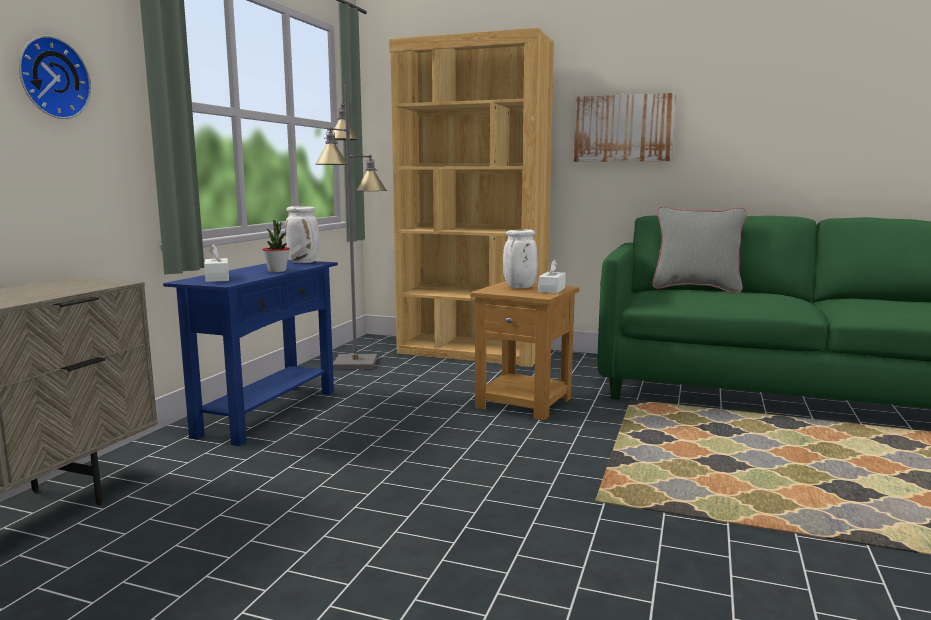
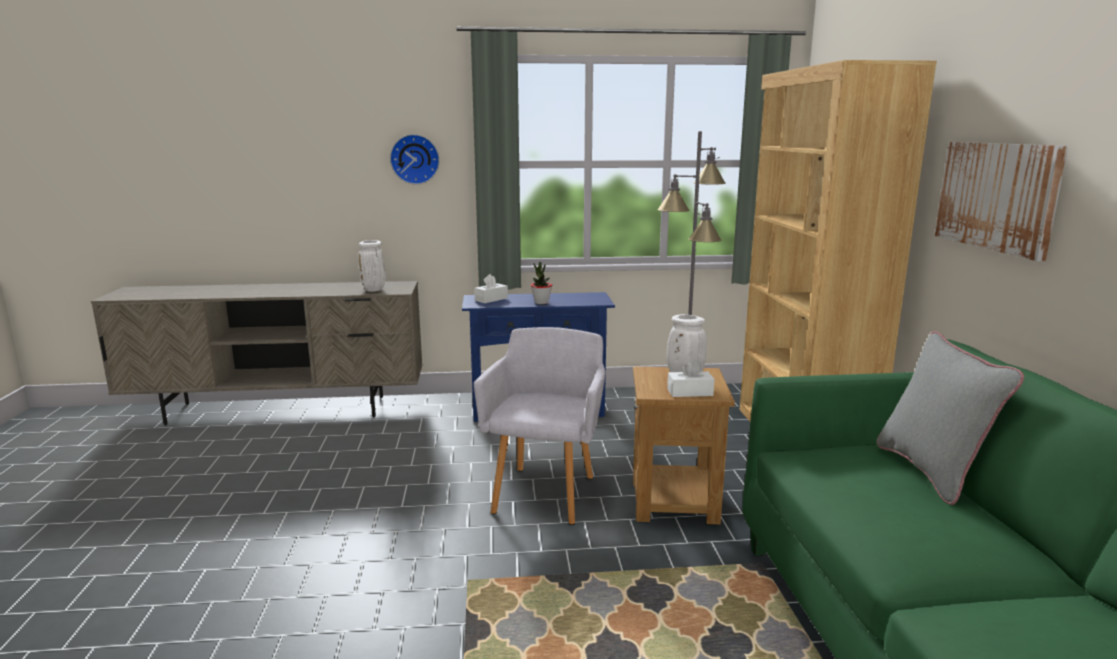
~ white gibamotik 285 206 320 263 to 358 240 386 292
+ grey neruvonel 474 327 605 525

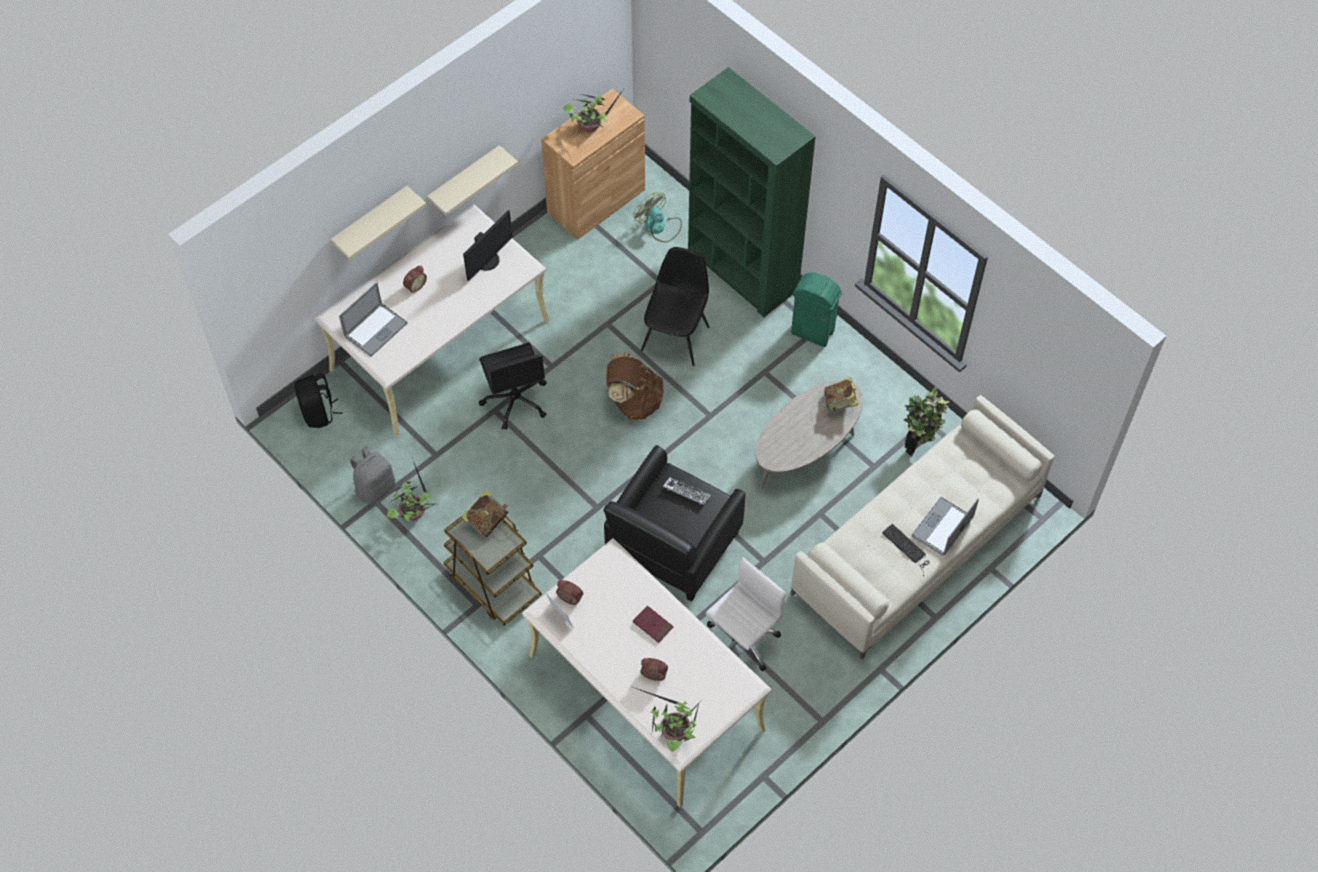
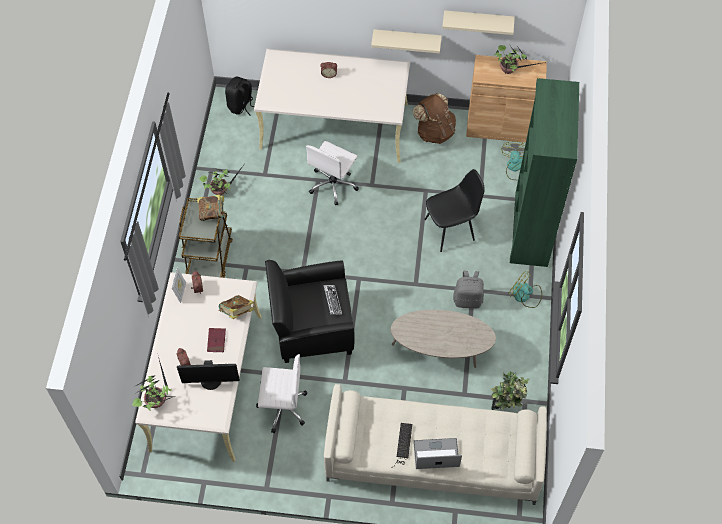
~ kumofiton 463 210 513 281 to 177 360 240 390
~ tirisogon 824 377 858 413 to 219 295 254 319
~ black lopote 479 343 547 430 to white lopote 306 141 359 205
~ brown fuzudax 606 352 663 420 to 413 93 456 144
~ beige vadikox 330 186 426 260 to 442 10 515 35
~ grey fuzudax 350 446 395 504 to 453 271 484 309
~ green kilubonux 791 272 842 347 to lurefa 508 271 542 308
- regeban 339 282 408 357

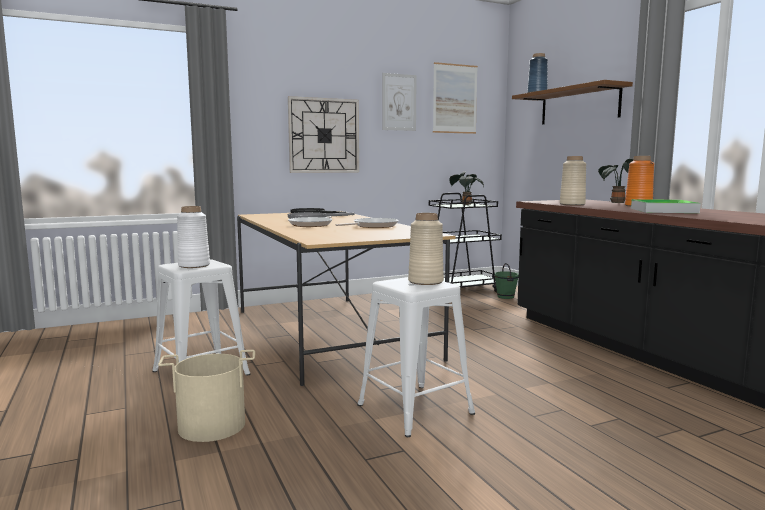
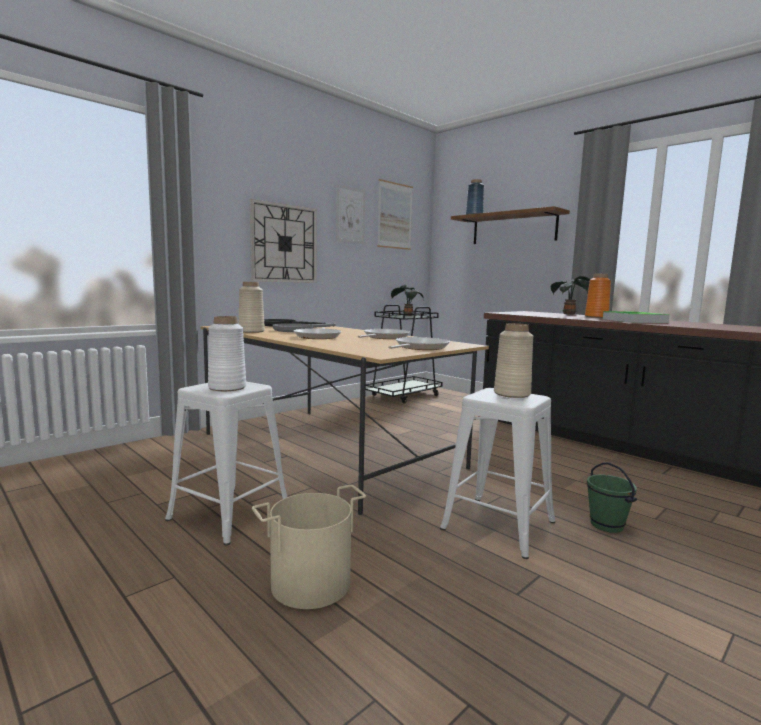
~ beige gibamotik 560 156 586 205 to 238 282 265 333
+ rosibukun 388 337 450 350
~ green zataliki 494 263 519 299 to 587 462 637 533

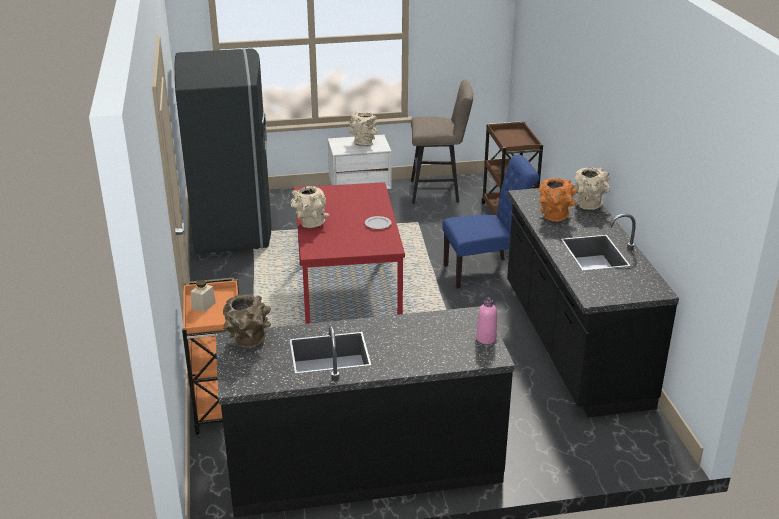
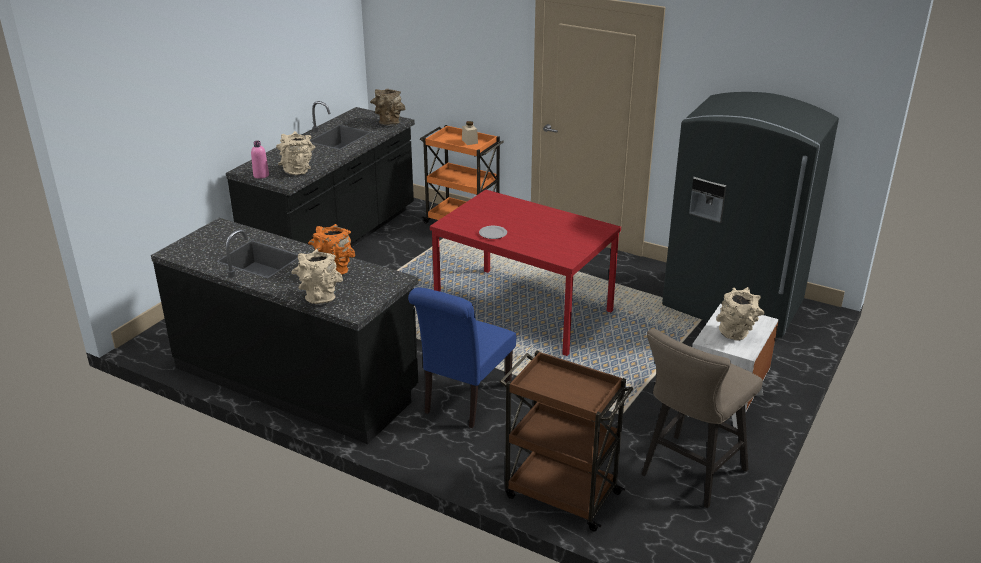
~ beige gibamotik 291 186 330 228 to 276 131 315 175

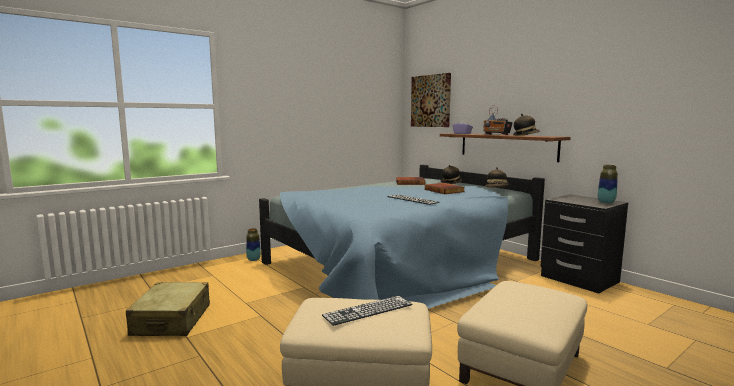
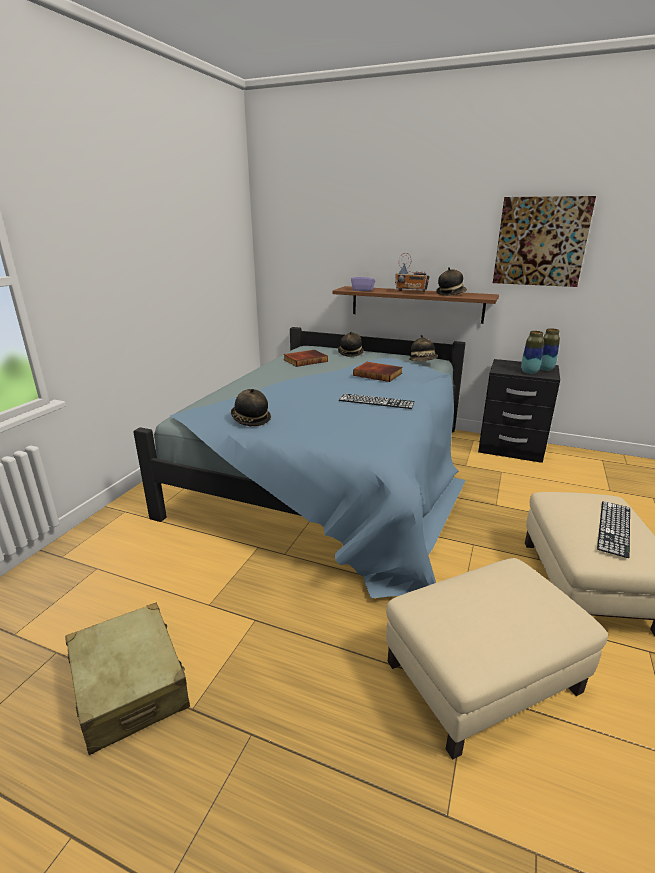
+ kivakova 231 389 271 426
~ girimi 411 73 451 127 to 493 196 596 287
~ gibamotik 246 228 261 261 to 521 331 544 374
~ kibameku 322 296 413 326 to 597 501 630 558

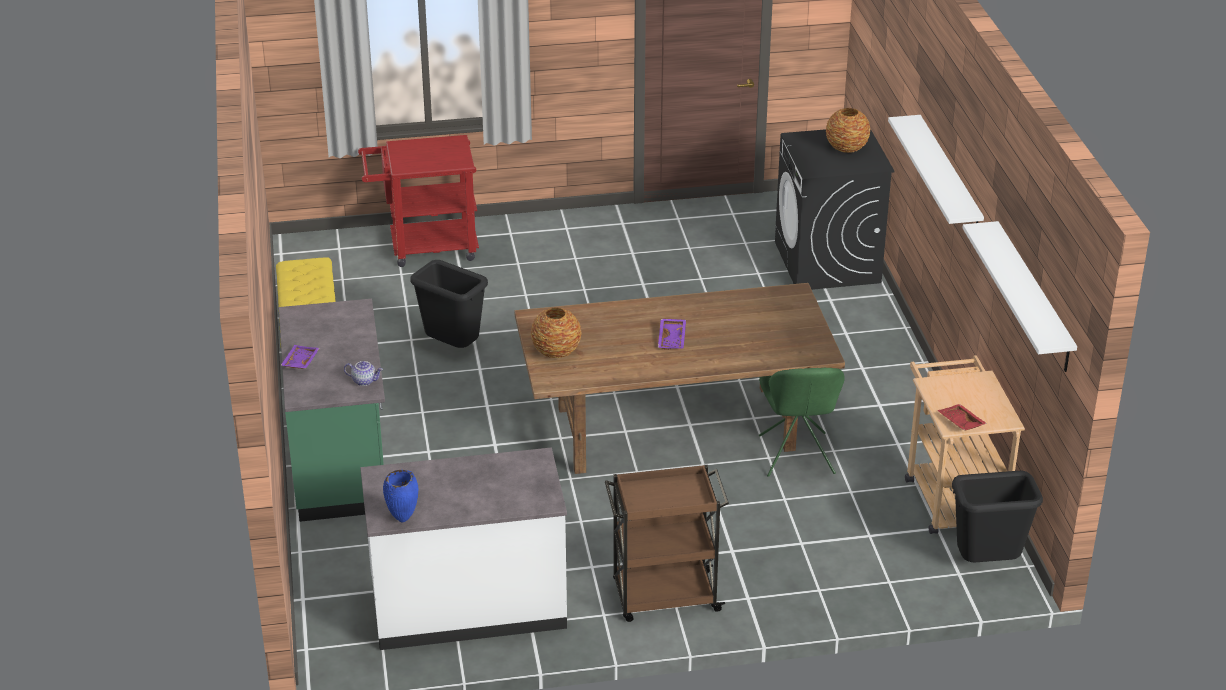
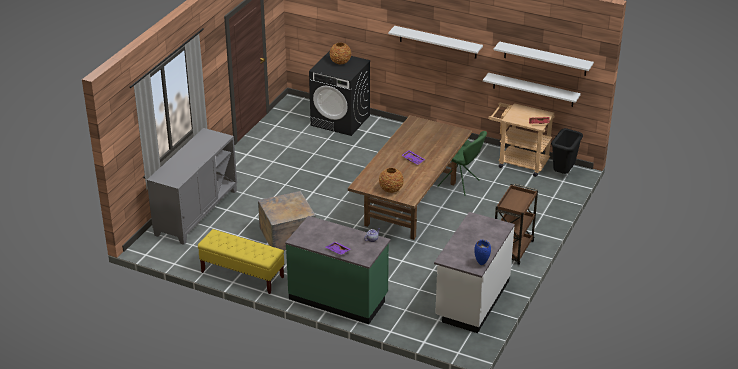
~ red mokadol 358 135 479 267 to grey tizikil 147 128 237 245
~ black kilubonux 410 260 488 348 to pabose 258 191 316 251
+ white vadikox 483 73 581 107

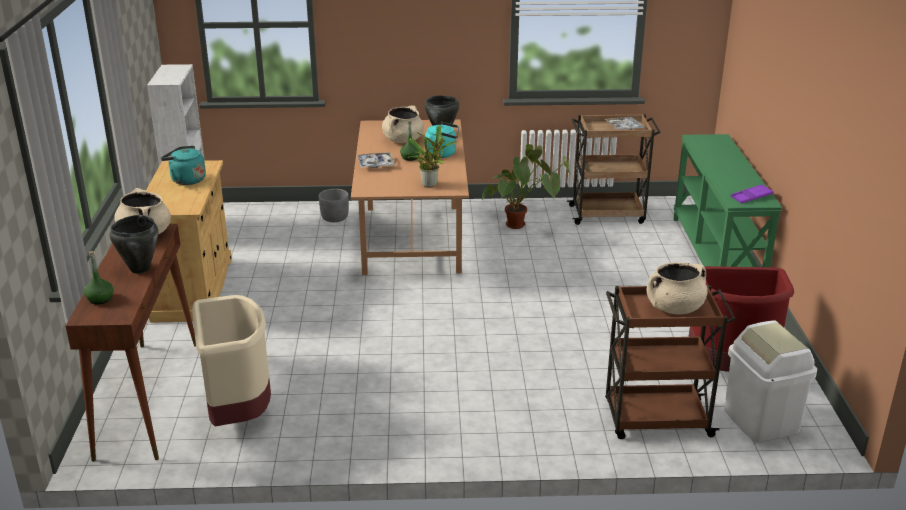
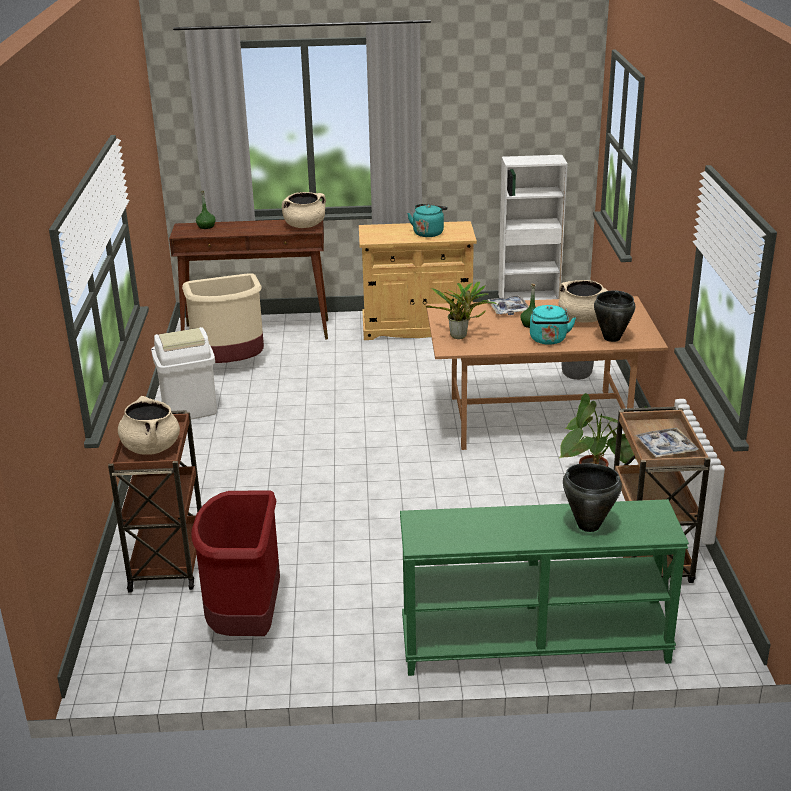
~ white kilubonux 724 320 817 443 to 151 327 217 419
~ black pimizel 110 215 158 274 to 563 463 622 532
- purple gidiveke 731 184 774 204

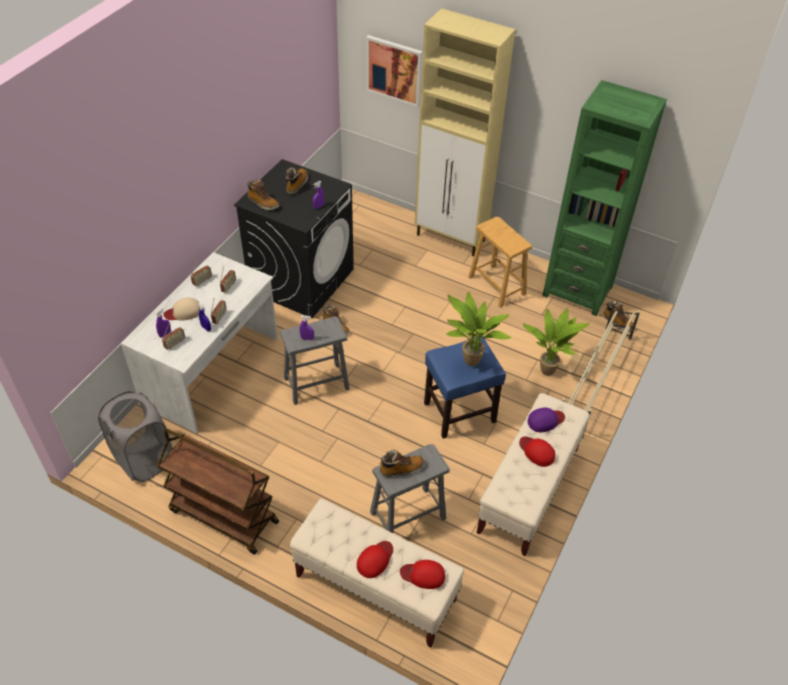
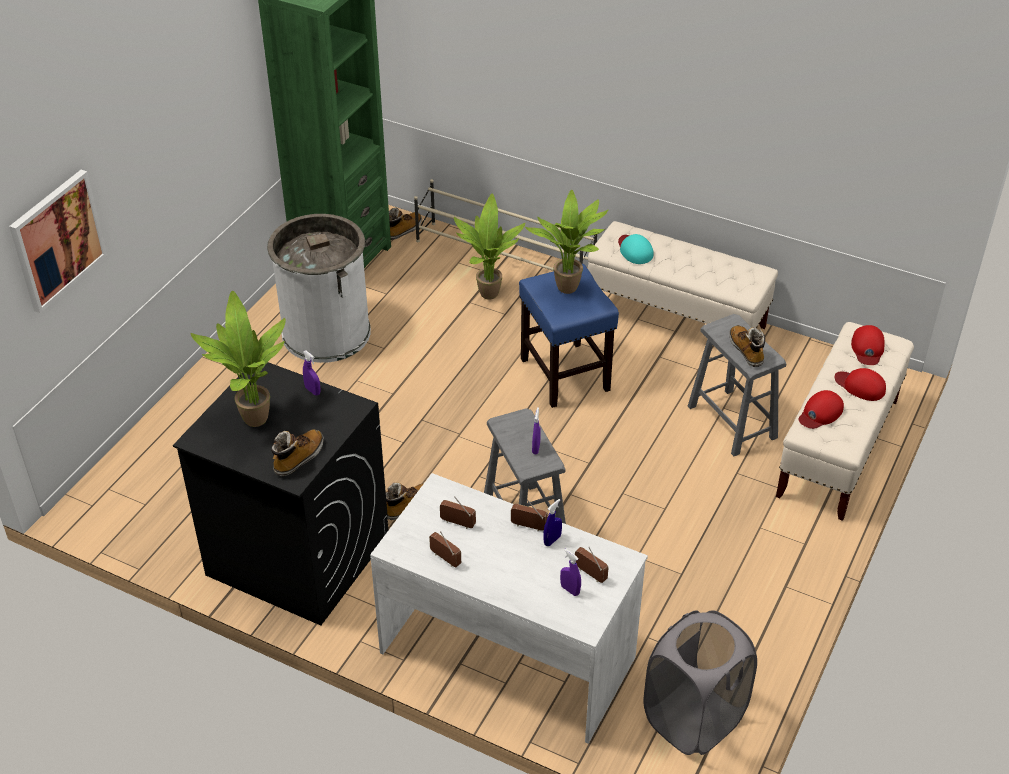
~ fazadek 286 168 308 194 to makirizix 190 291 286 427
~ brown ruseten 468 217 532 307 to white kilubonux 267 214 371 363
~ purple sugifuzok 528 408 565 432 to turquoise sugifuzok 618 234 654 264
~ red sugifuzok 519 437 555 467 to 799 390 844 429
- brown mokadol 157 429 279 554
- beige sugifuzok 163 298 200 321
- beige tizikil 415 8 516 256

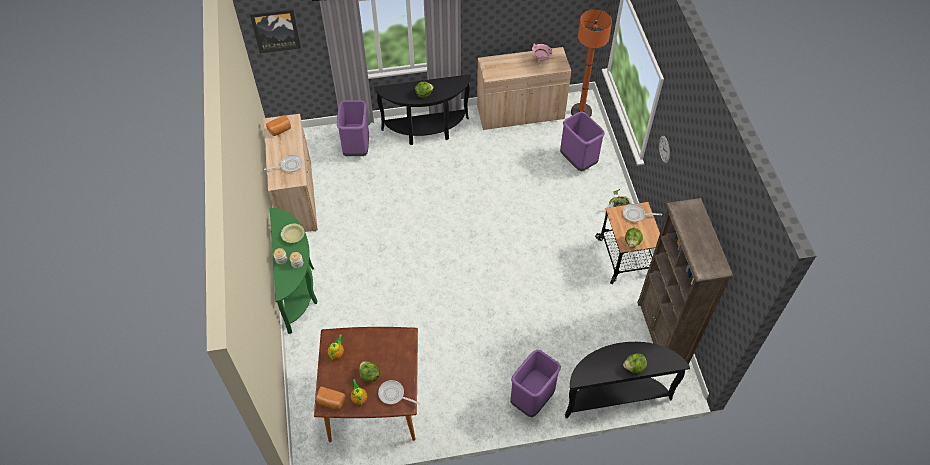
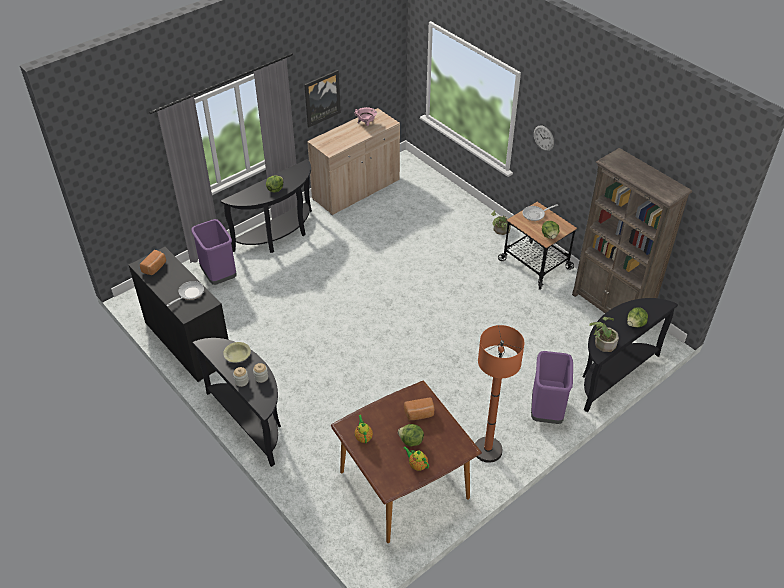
~ beige tizikil 263 114 318 232 to black tizikil 129 247 229 382
~ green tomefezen 270 208 318 334 to black tomefezen 193 338 281 467
~ girimi 250 9 301 53 to 304 70 341 128
~ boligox 316 387 346 410 to 404 397 434 420
~ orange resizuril 571 10 612 117 to 475 325 525 463
+ makirizix 589 317 619 352
- rosibukun 378 380 420 405
- purple kilubonux 560 112 605 171

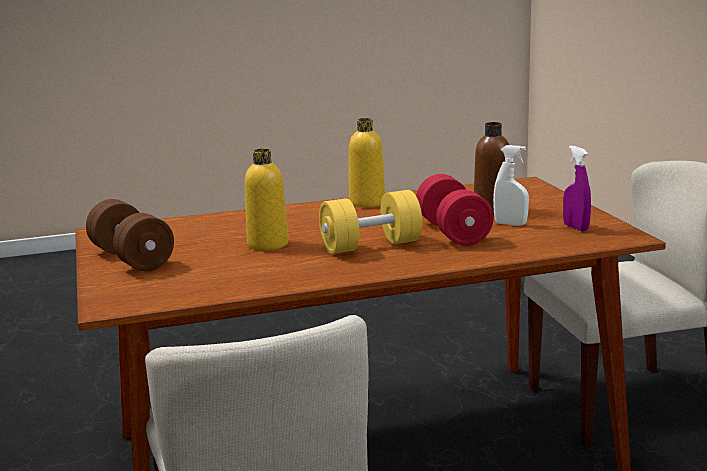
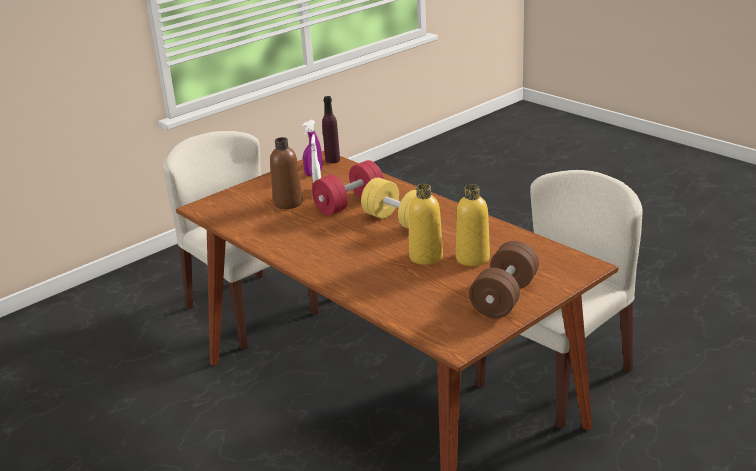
+ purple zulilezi 322 96 340 163
~ yellow zulilezi 349 118 385 208 to 456 185 490 266

